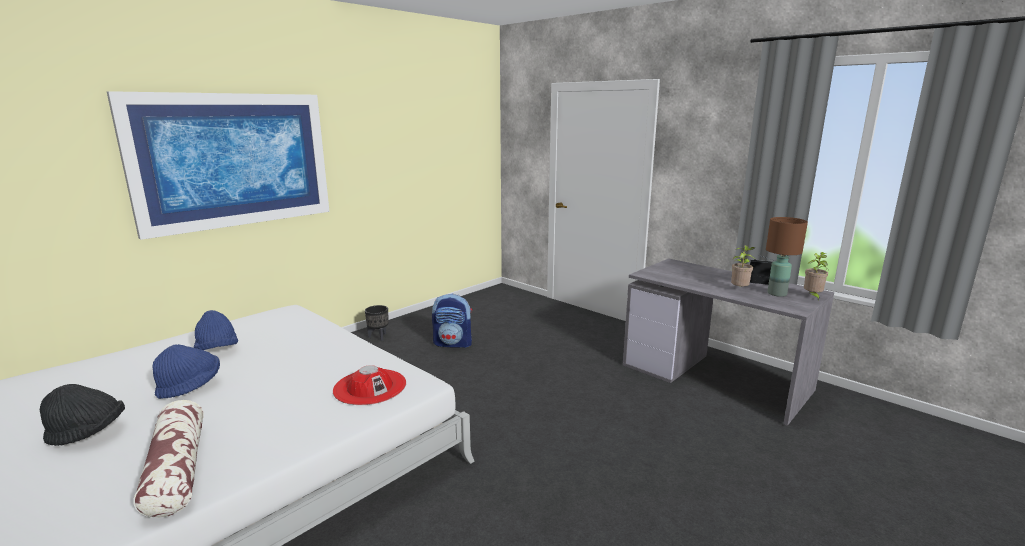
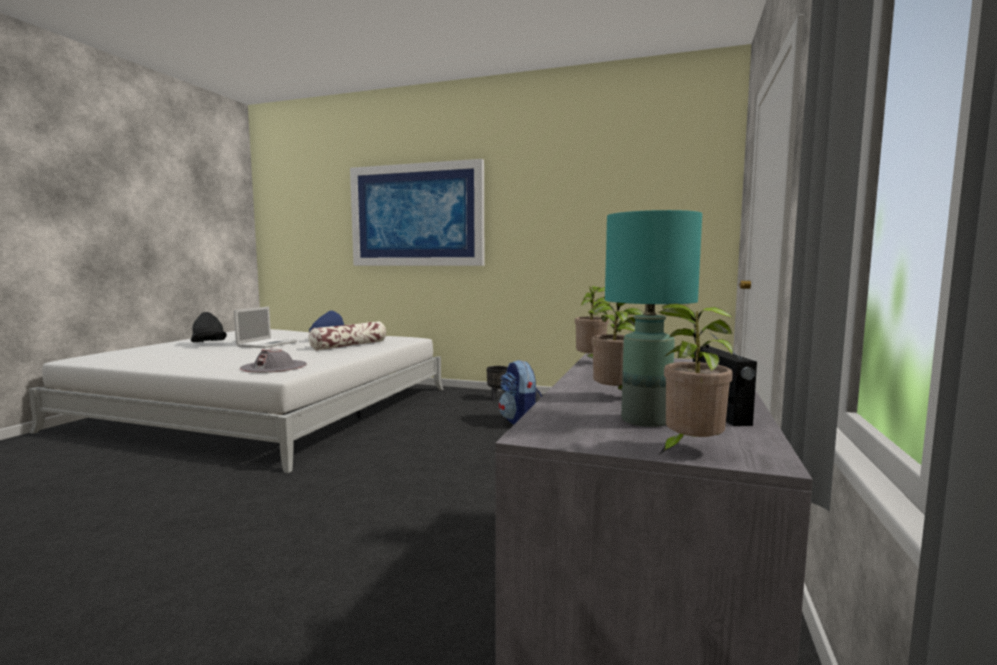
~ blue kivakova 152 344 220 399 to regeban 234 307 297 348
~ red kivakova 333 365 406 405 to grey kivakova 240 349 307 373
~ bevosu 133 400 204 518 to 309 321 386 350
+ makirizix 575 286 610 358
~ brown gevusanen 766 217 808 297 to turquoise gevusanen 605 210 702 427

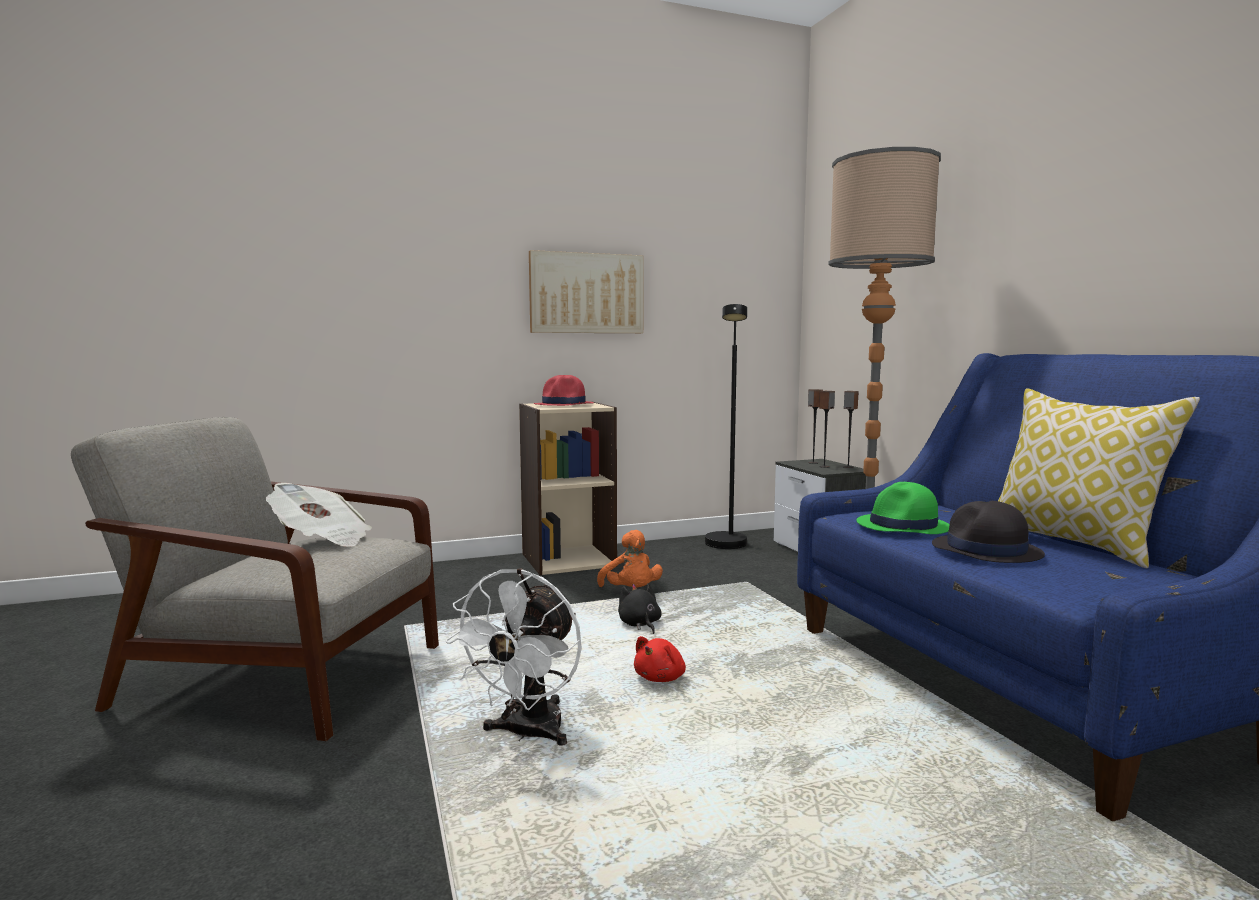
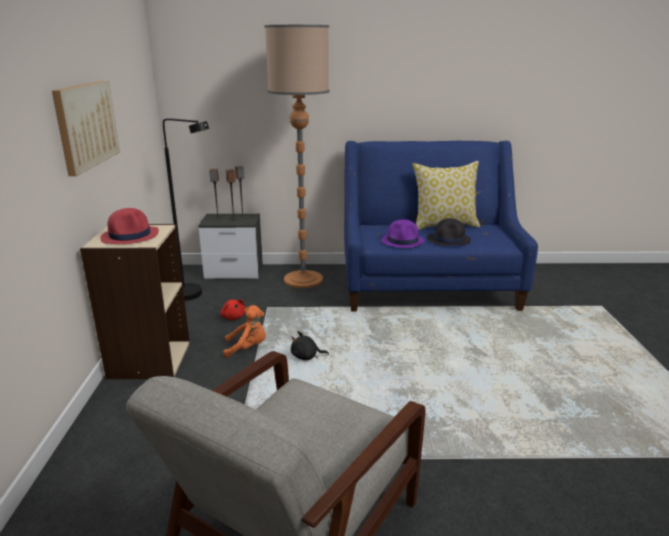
~ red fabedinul 634 636 686 682 to 221 299 245 320
~ green kivakova 856 482 950 534 to purple kivakova 381 219 425 248
- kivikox 266 483 372 547
- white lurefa 445 568 582 746

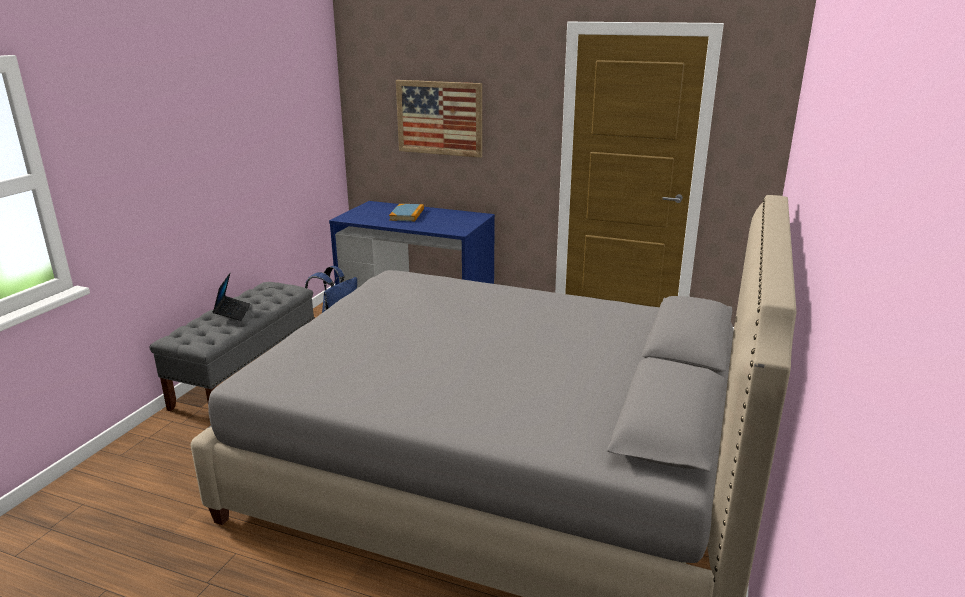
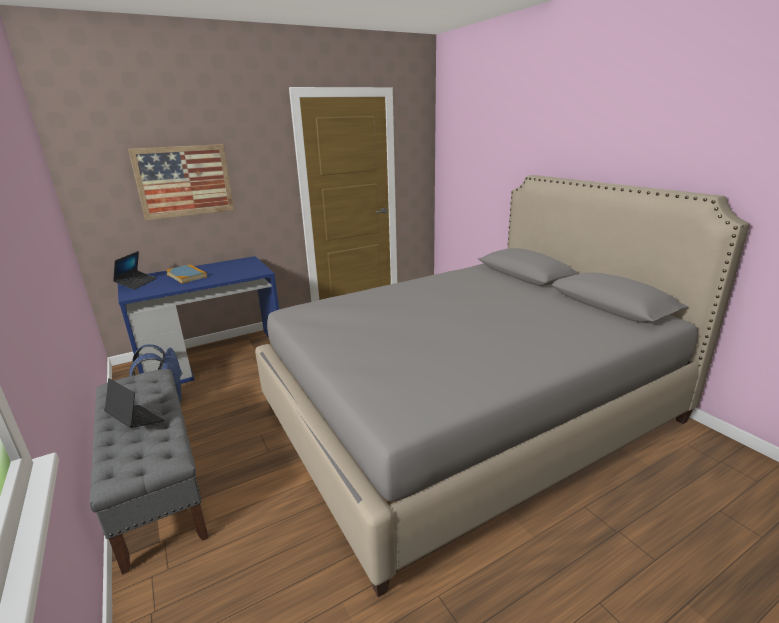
+ regeban 113 251 156 290

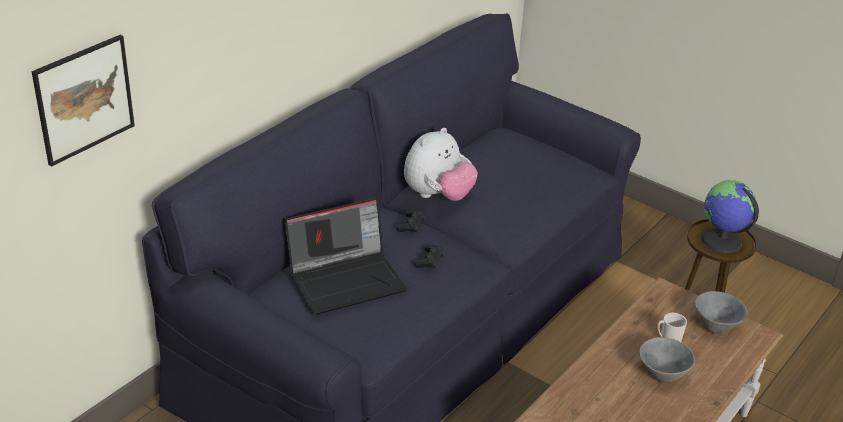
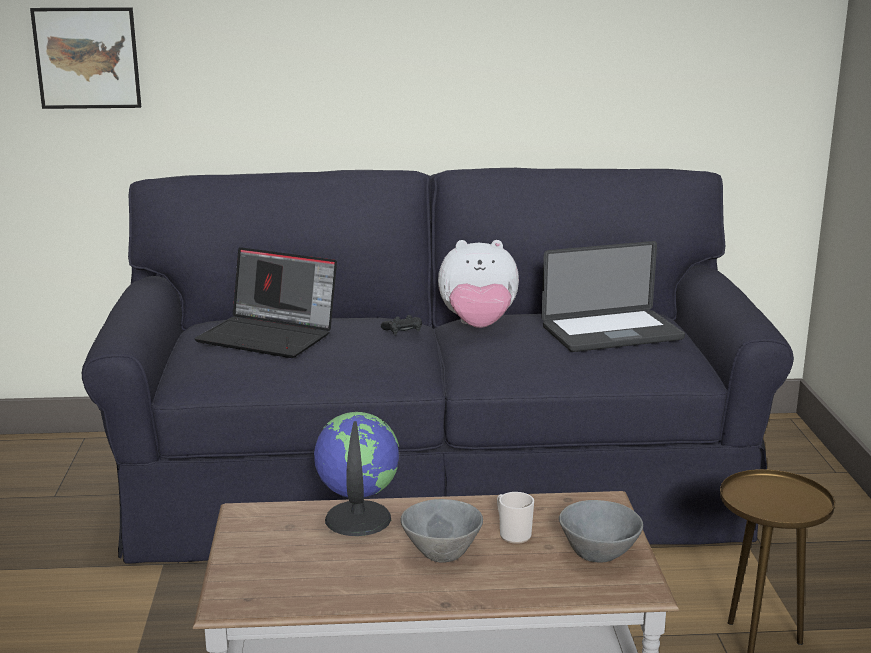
~ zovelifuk 702 180 759 253 to 314 412 399 536
+ regeban 542 241 685 352
- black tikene 414 245 445 269

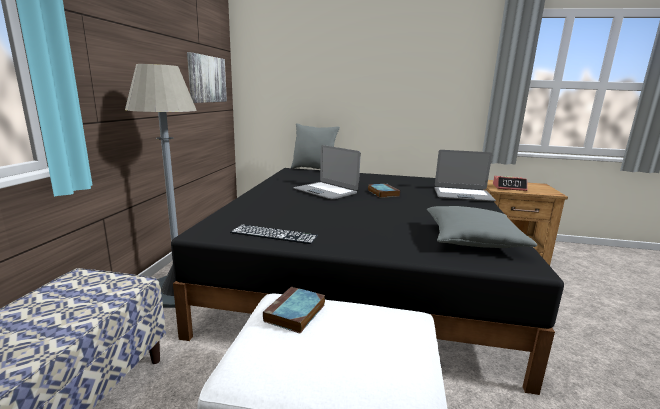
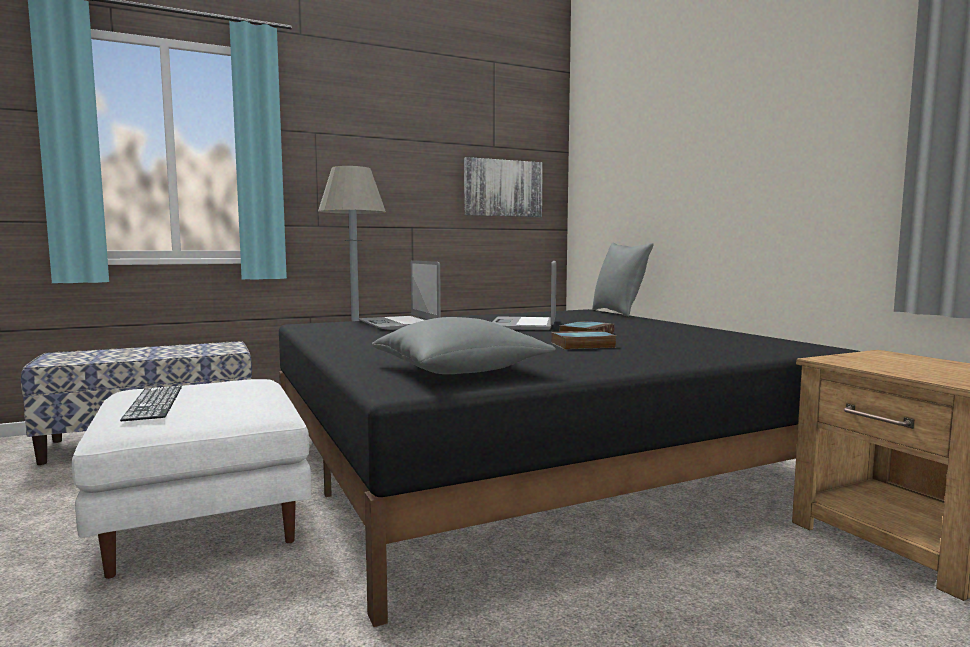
~ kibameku 230 224 318 244 to 120 386 182 421
~ regeban 435 150 496 202 to 359 260 441 330
~ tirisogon 263 286 325 333 to 551 331 617 349
- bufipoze 493 176 527 191

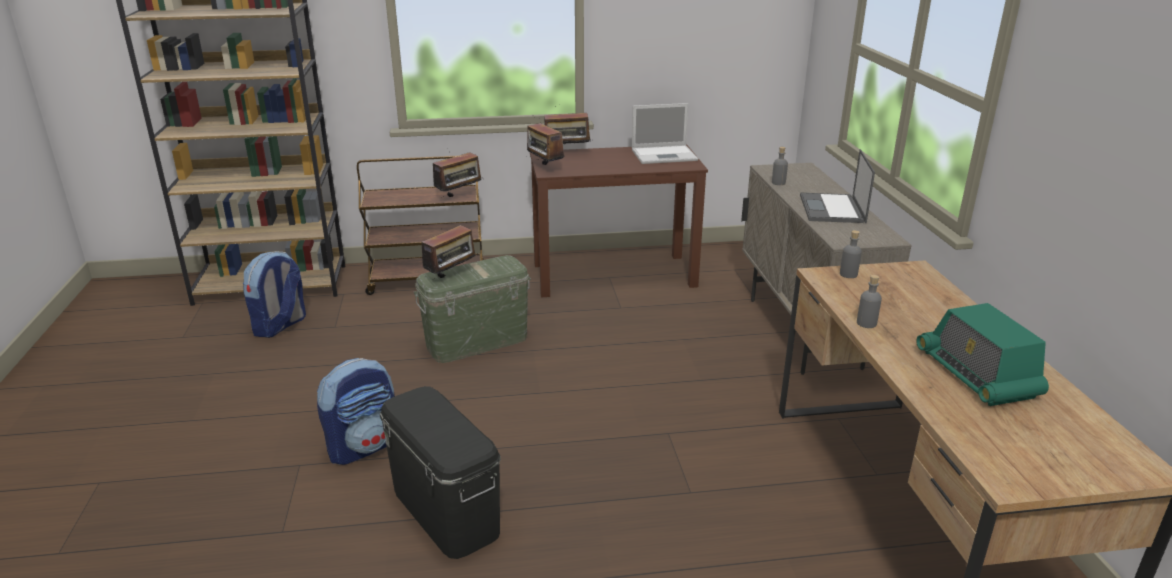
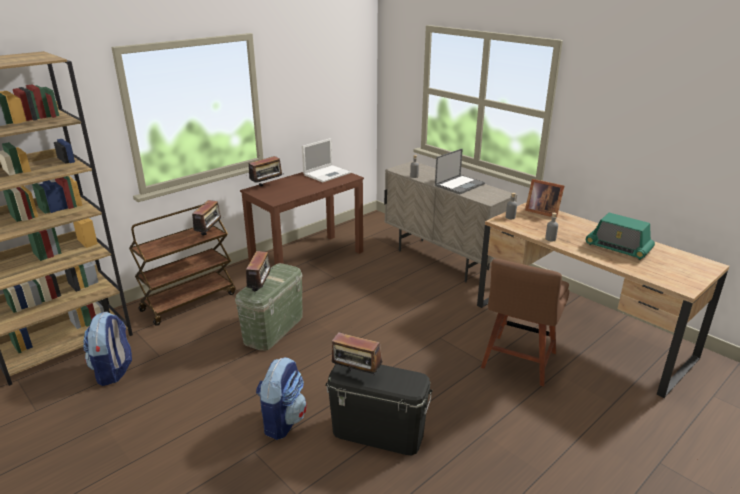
~ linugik 527 123 564 165 to 332 332 383 374
~ regeban 800 149 875 223 = 435 149 485 194 105 degrees counterclockwise
+ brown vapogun 481 259 569 387
+ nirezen 525 179 564 217

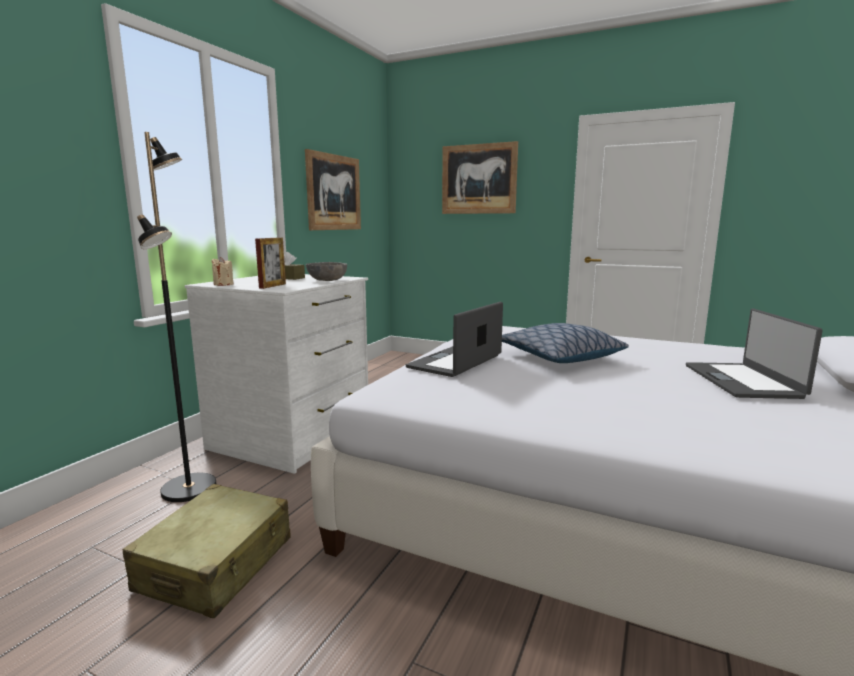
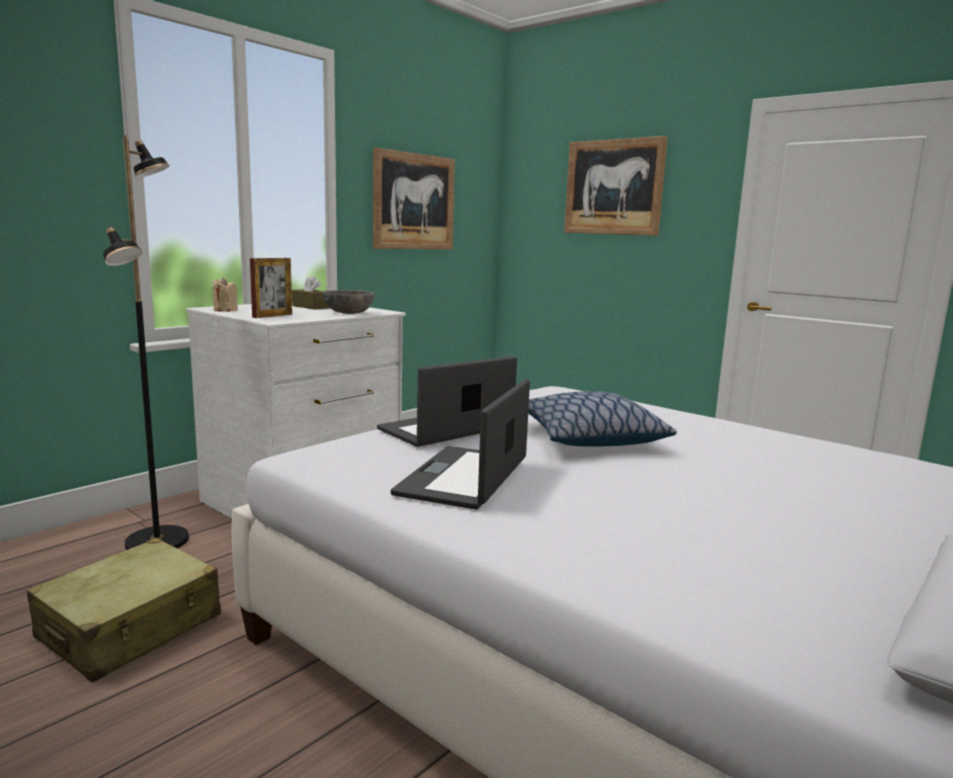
~ regeban 686 308 823 399 to 391 379 530 510

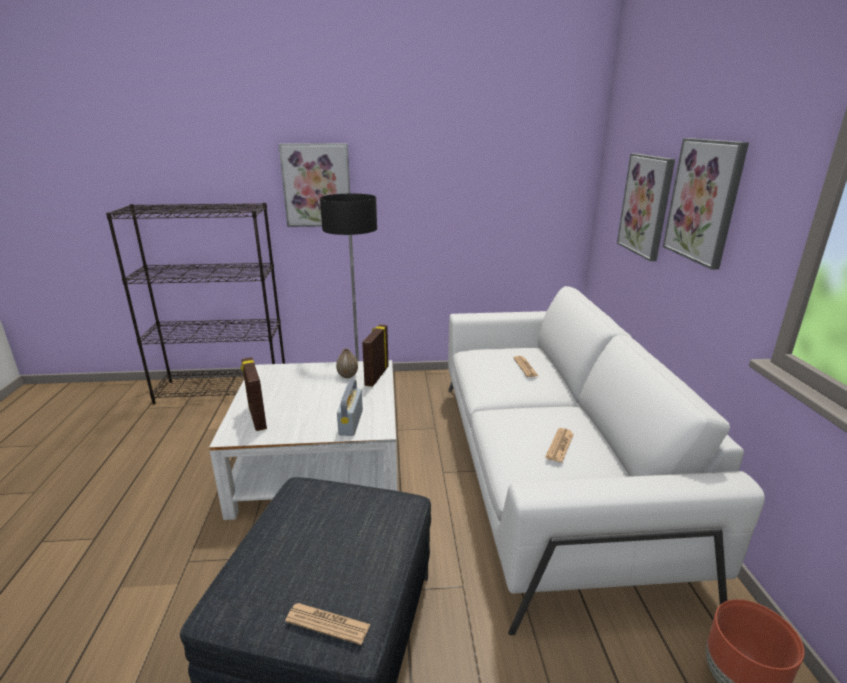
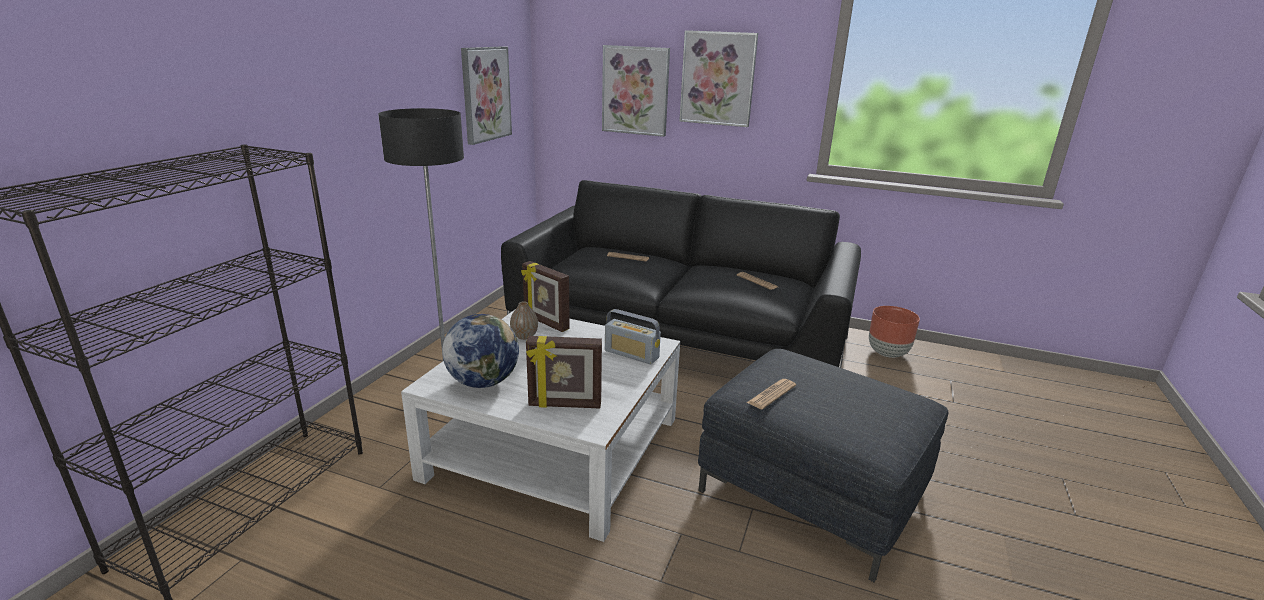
+ zovelifuk 442 314 519 388
~ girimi 279 143 350 227 to 461 46 512 145
~ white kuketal 448 286 765 635 to black kuketal 501 180 861 368
~ kivikox 285 603 371 645 to 746 379 796 409

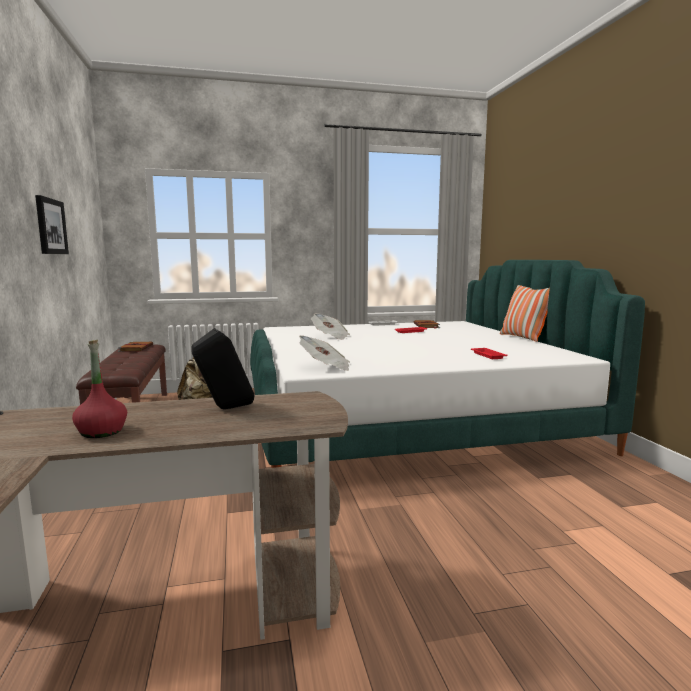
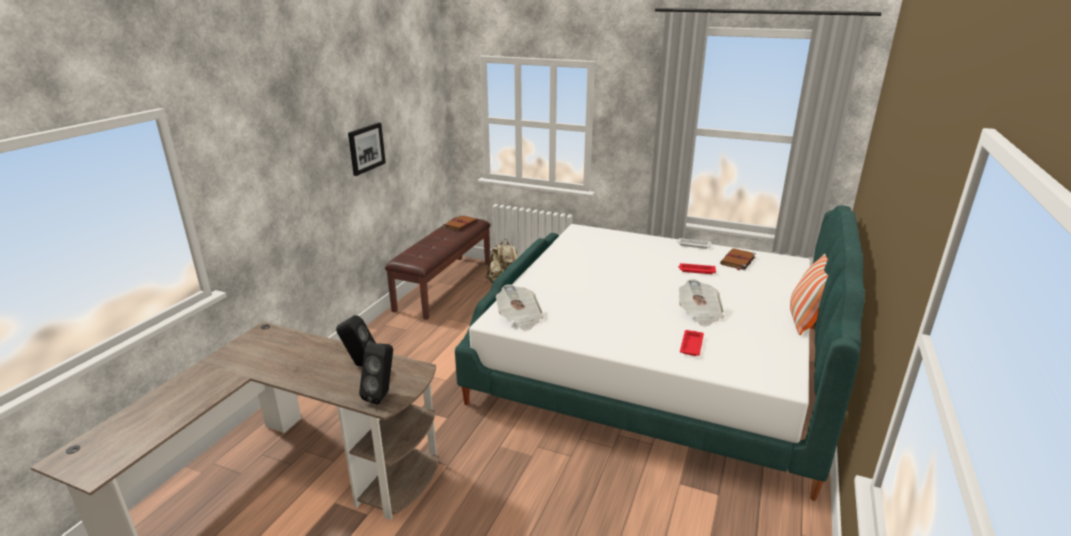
+ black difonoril 359 343 393 405
~ kivikox 311 313 350 340 to 679 279 724 327
- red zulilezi 72 340 127 438

